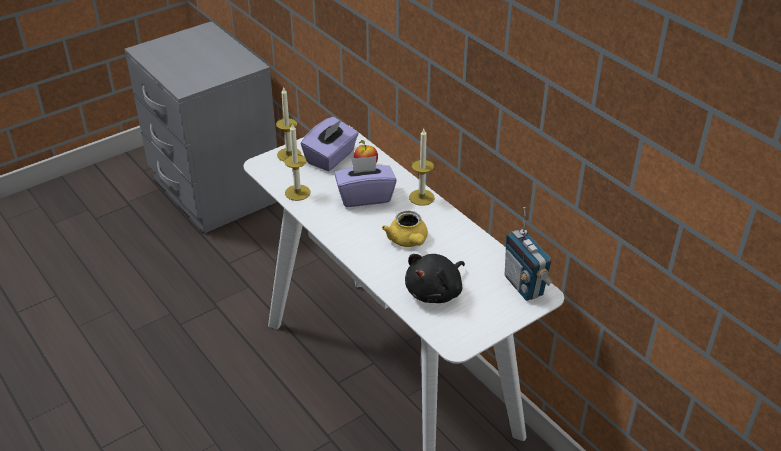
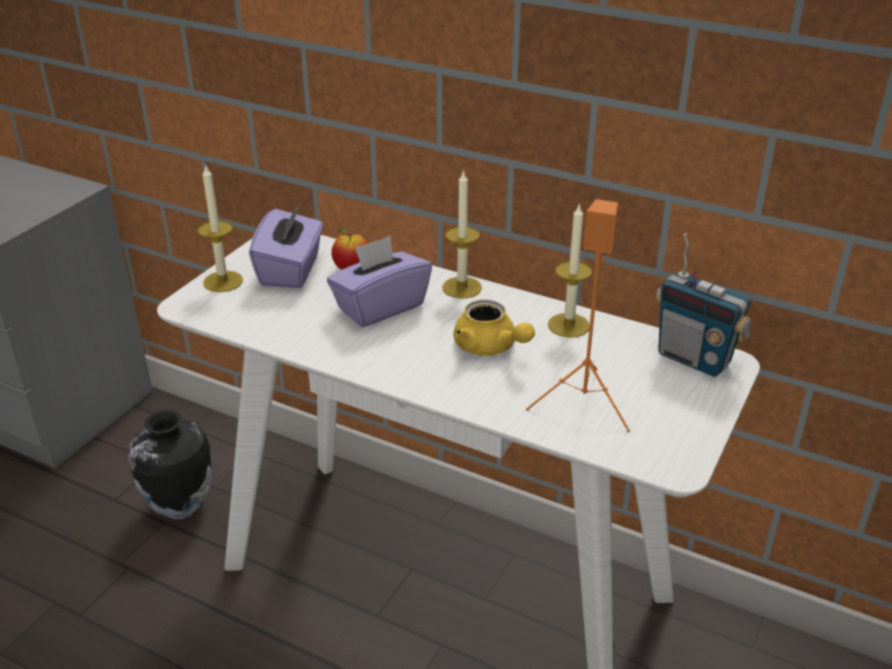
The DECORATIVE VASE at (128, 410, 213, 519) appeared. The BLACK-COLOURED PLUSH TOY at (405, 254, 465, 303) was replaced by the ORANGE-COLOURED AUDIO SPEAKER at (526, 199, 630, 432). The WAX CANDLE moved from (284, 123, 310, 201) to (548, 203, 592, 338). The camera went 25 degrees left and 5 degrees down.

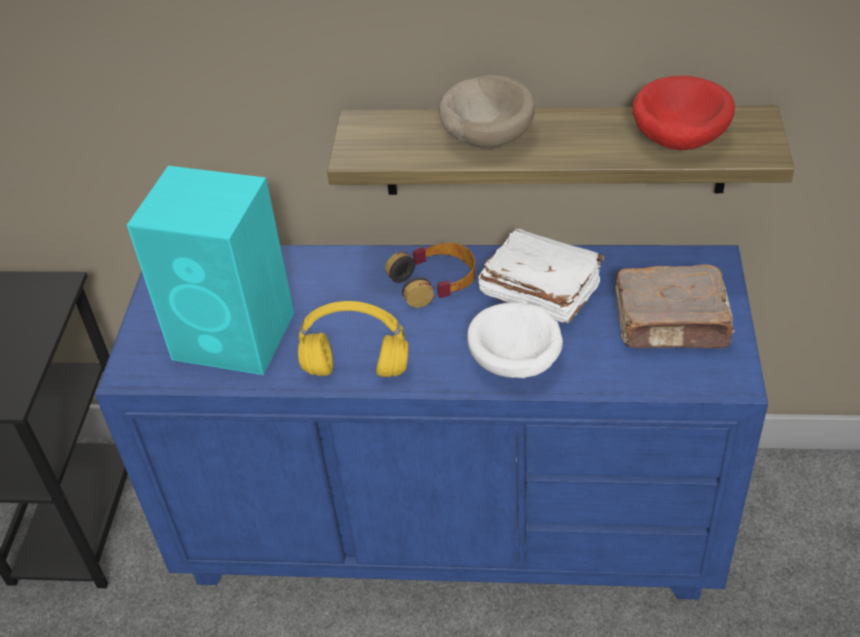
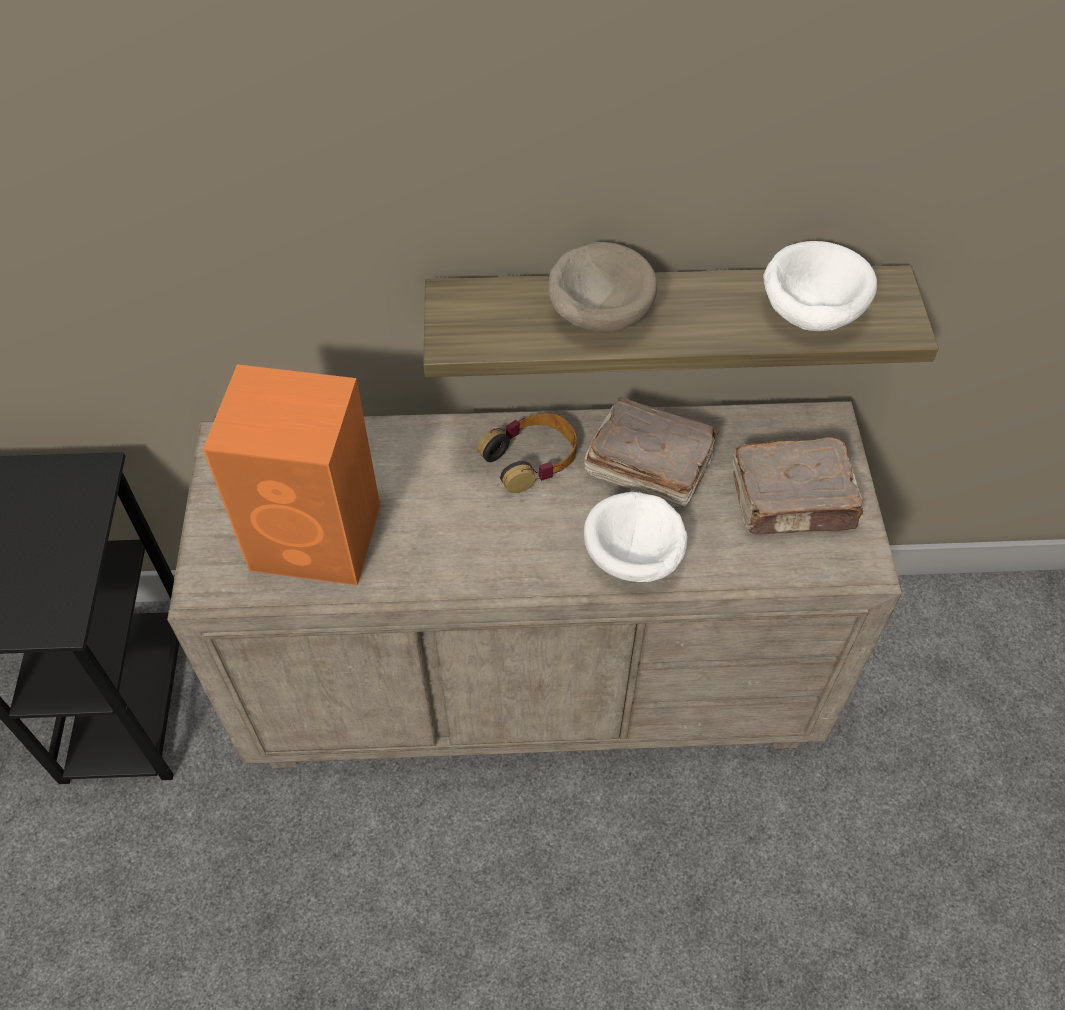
The BLUISH CHEST OF DRAWERS at (95, 245, 768, 600) became the SAND-COLOURED CHEST OF DRAWERS at (167, 401, 902, 768). The TURQUOISE AUDIO SPEAKER at (127, 166, 294, 375) became the ORANGE-COLOURED AUDIO SPEAKER at (203, 364, 380, 585). The WHITE-COLOURED VOLUME at (479, 228, 604, 323) became the BROWN-COLOURED VOLUME at (584, 397, 719, 507). The RED-COLOURED SERVING BOWL at (632, 76, 735, 150) became the WHITE-COLOURED SERVING BOWL at (764, 241, 877, 331). The YELLOW-COLOURED HEADSET at (298, 301, 409, 377) disappeared. The camera went 10 degrees left and 10 degrees up.

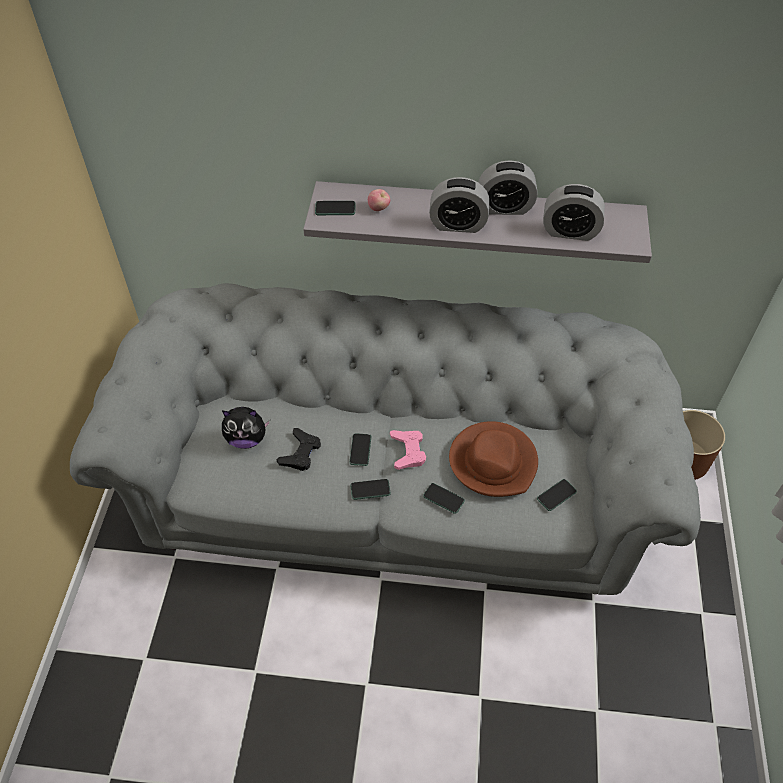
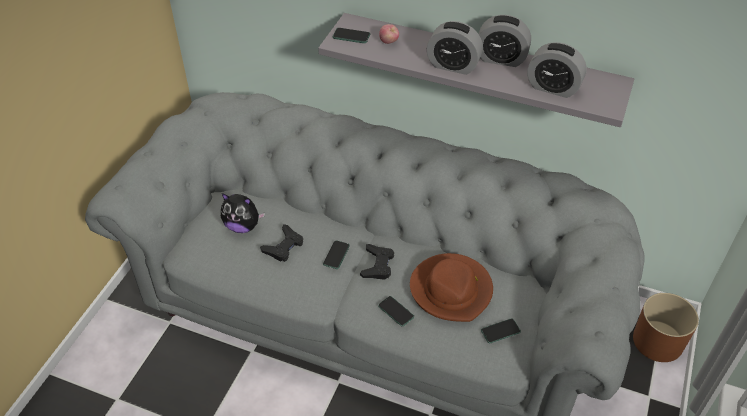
The PINK GAMEPAD at (390, 430, 426, 470) became the BLACK-COLOURED GAMEPAD at (360, 244, 394, 280). The TELEPHONE at (350, 479, 391, 500) disappeared. The camera went 15 degrees right and 5 degrees down.

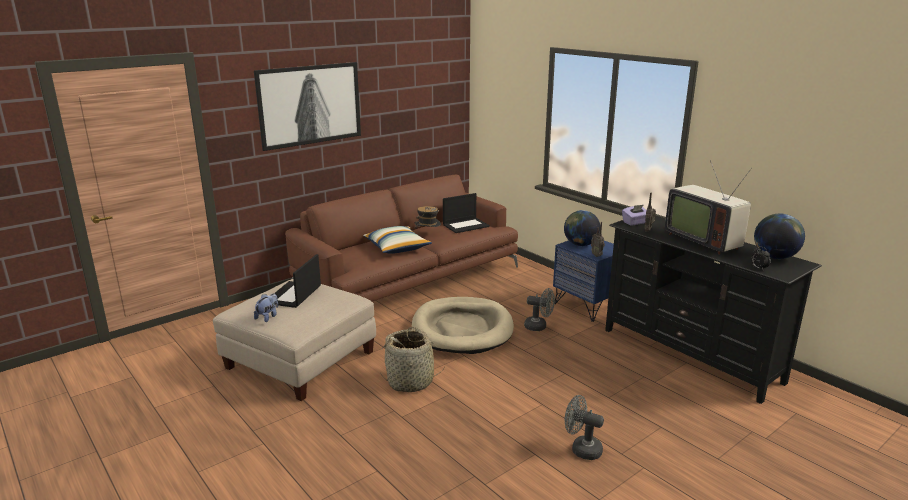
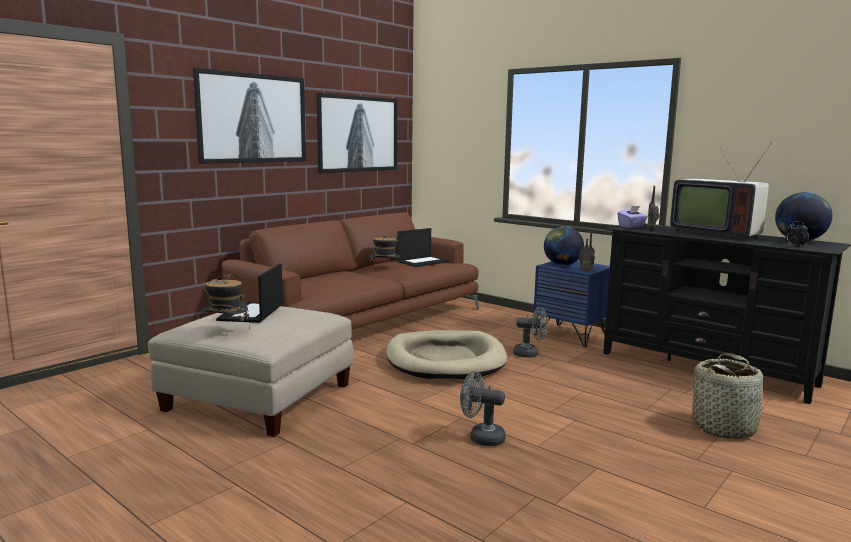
The PLUSH TOY at (254, 293, 278, 322) was replaced by the WEARABLE HAT at (202, 274, 250, 331). The PICTURE at (316, 93, 397, 173) appeared. The GREYISH FAN moved from (564, 395, 604, 460) to (460, 371, 506, 446). The STORAGE BASKET moved from (381, 327, 445, 392) to (690, 353, 769, 439). The THROW PILLOW at (363, 226, 432, 254) disappeared. The camera went 10 degrees left and 10 degrees down.

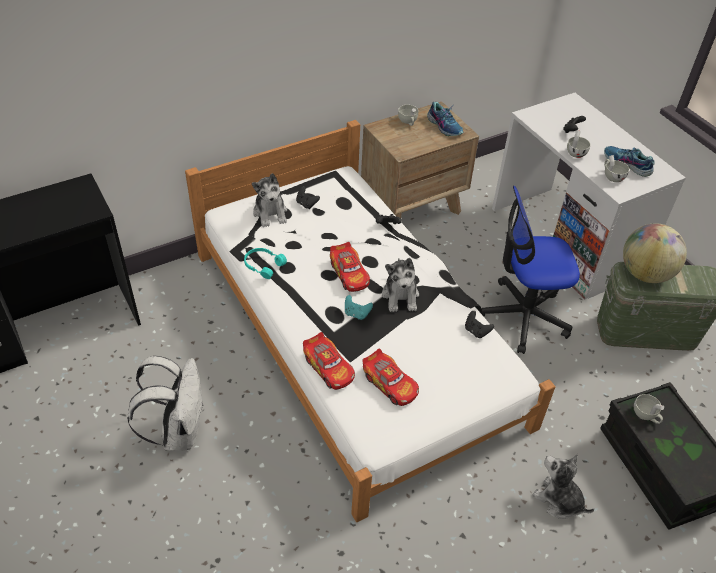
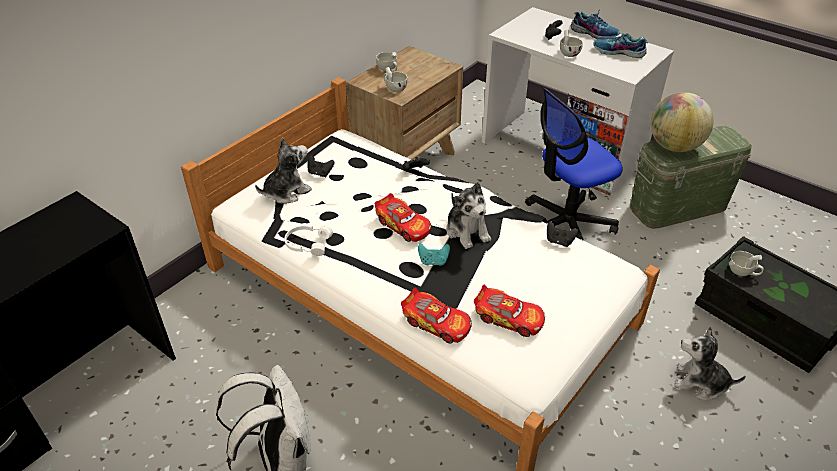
The PLUSH TOY at (252, 173, 287, 227) turned 90 degrees counterclockwise. The TURQUOISE HEADSET at (244, 248, 287, 279) became the WHITE-COLOURED HEADSET at (284, 225, 333, 256). The WHITE-COLOURED CUP moved from (604, 155, 629, 182) to (384, 67, 408, 92). The SHOE moved from (427, 102, 463, 136) to (571, 9, 620, 39). The camera went 20 degrees left and 5 degrees down.

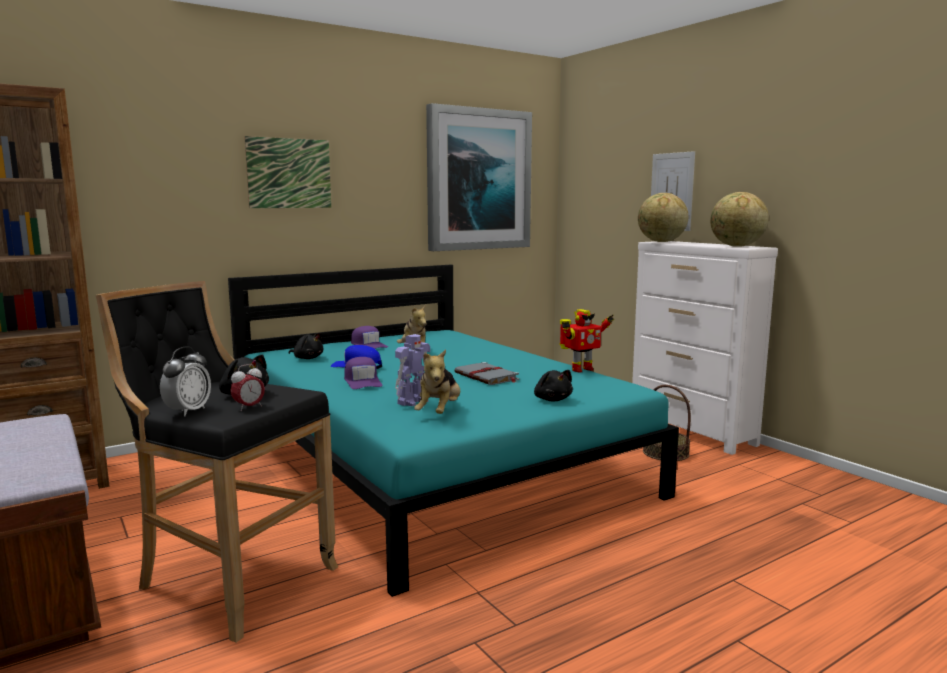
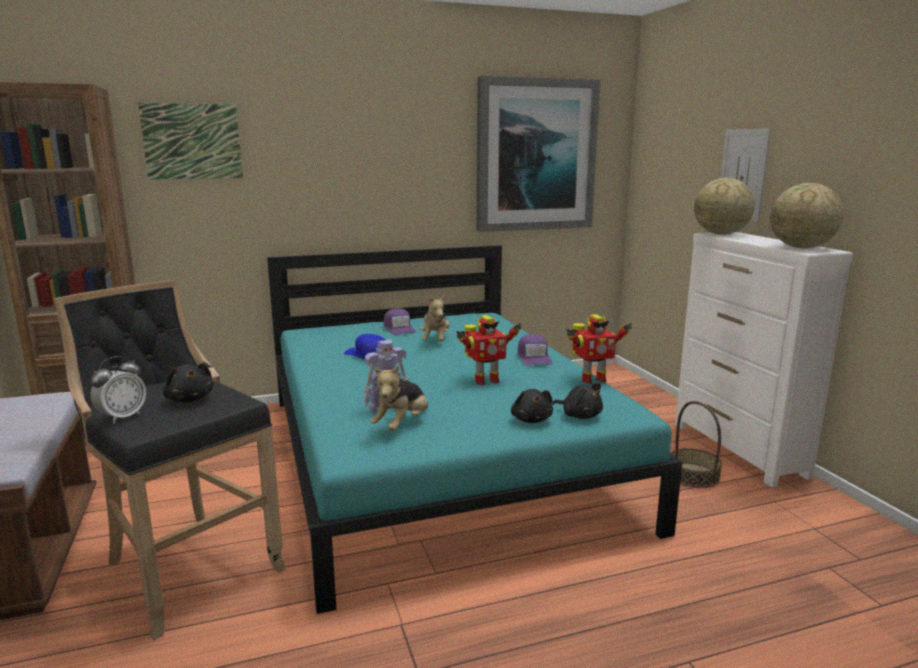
The PICTURE moved from (244, 136, 331, 208) to (138, 103, 243, 180). The GREYISH VOLUME at (454, 362, 519, 385) was replaced by the ROBOT FIGURE at (456, 315, 522, 385). The PURPLE-COLOURED PEAKED CAP moved from (344, 357, 382, 389) to (517, 334, 553, 366). The BLACK-COLOURED PLUSH TOY moved from (289, 333, 324, 359) to (553, 383, 603, 419). The ALARM CLOCK at (230, 364, 265, 411) disappeared. The camera went 15 degrees right and 5 degrees up.

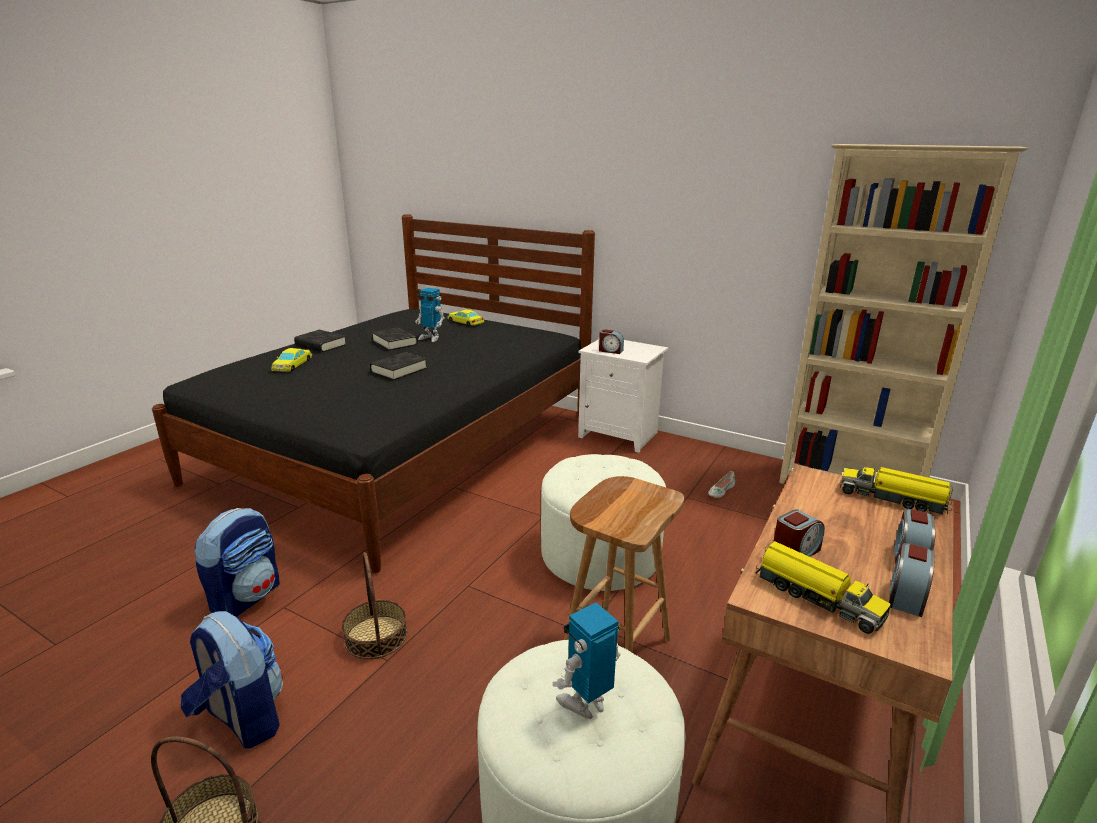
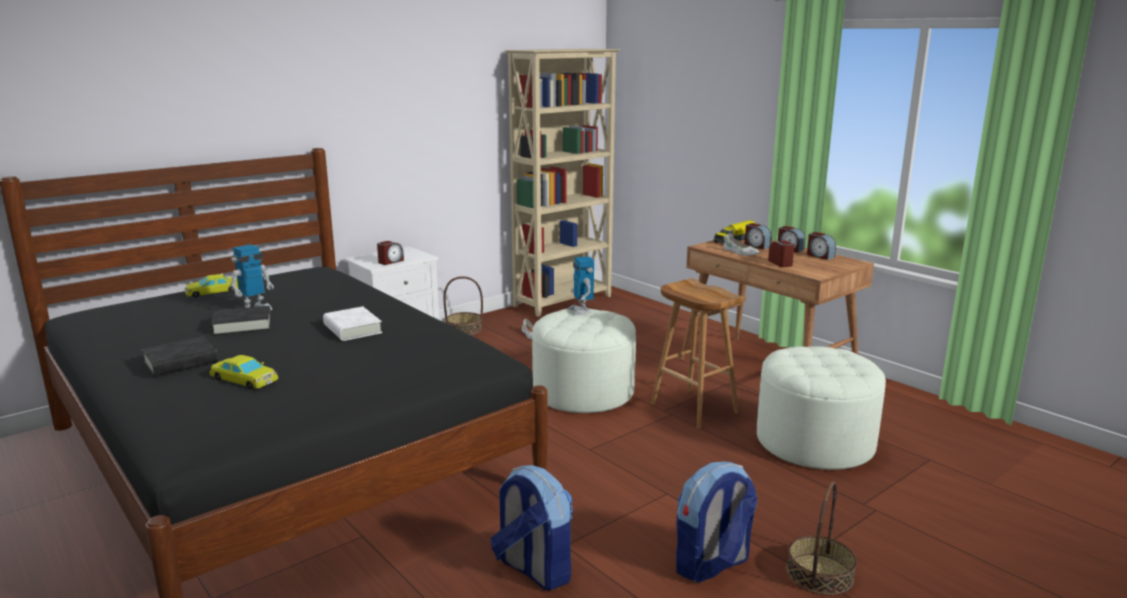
The BLACK-COLOURED VOLUME at (370, 352, 427, 380) became the WHITE-COLOURED VOLUME at (323, 306, 382, 341). The STORAGE BASKET moved from (342, 552, 407, 659) to (443, 276, 483, 335). The ROBOT FIGURE moved from (553, 602, 621, 719) to (568, 257, 594, 316). The WHITE-COLOURED SHOE at (723, 235, 759, 256) appeared. The ALARM CLOCK at (745, 223, 772, 250) appeared. The TOY LORRY at (755, 541, 891, 634) disappeared. The camera went 70 degrees left and 5 degrees down.

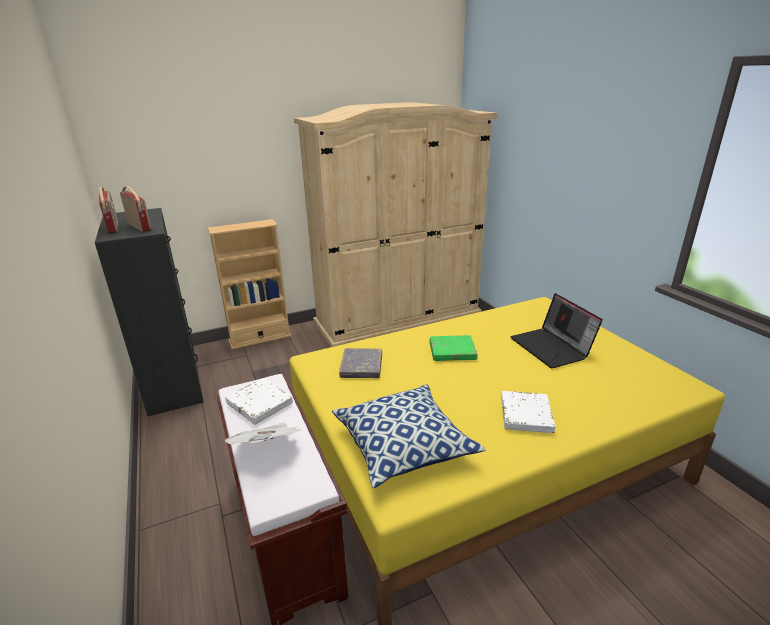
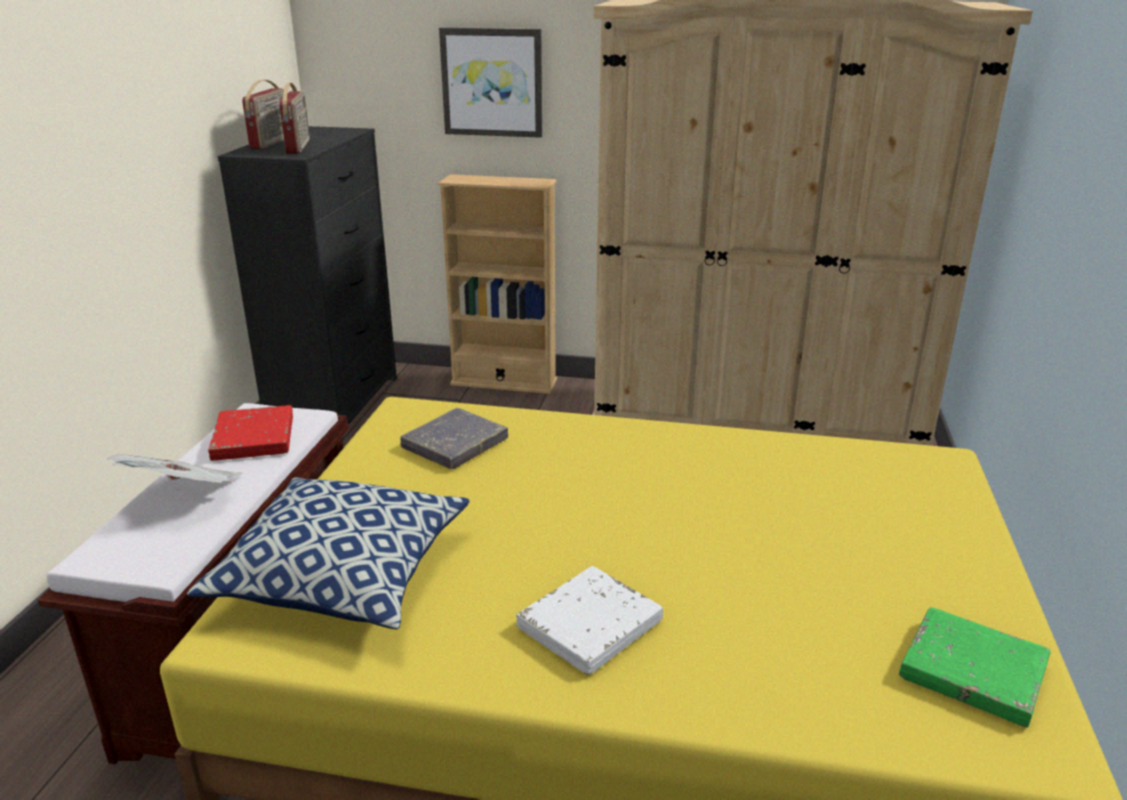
The WHITE-COLOURED VOLUME at (225, 378, 293, 425) became the RED-COLOURED VOLUME at (208, 405, 293, 461). The PICTURE at (439, 28, 543, 138) appeared. The GREENISH VOLUME moved from (430, 335, 478, 361) to (899, 607, 1050, 728). The LAPTOP at (510, 293, 603, 368) disappeared. The camera went 35 degrees right and 0 degrees up.

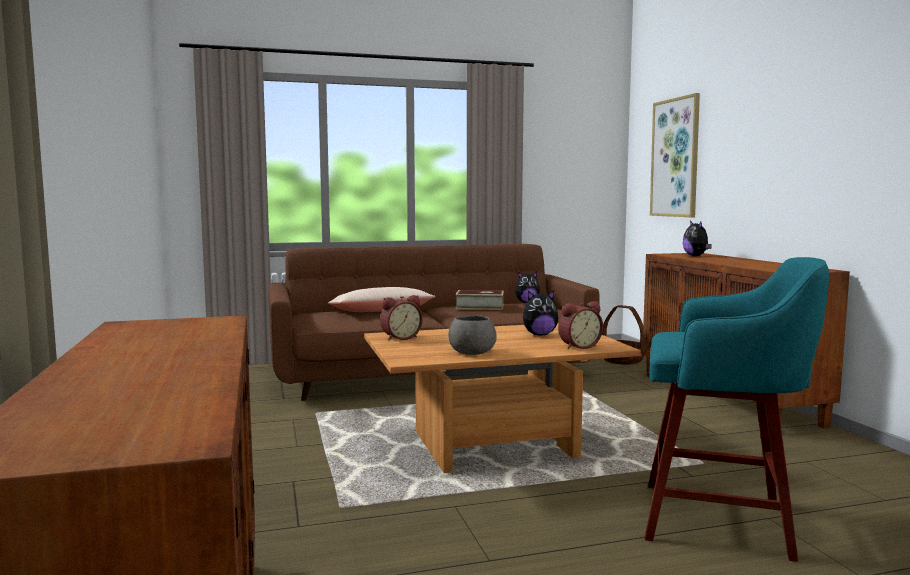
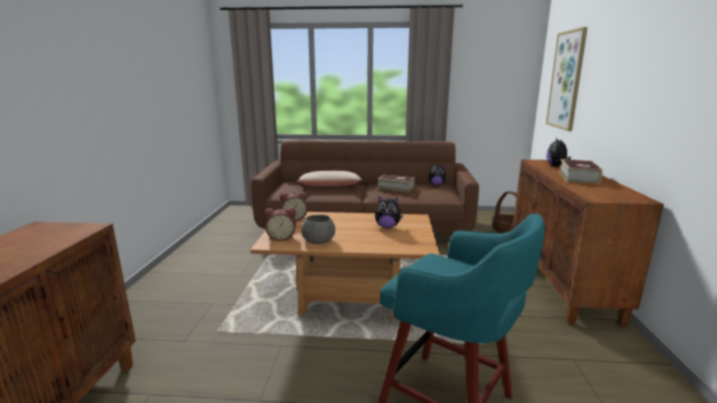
The ALARM CLOCK moved from (558, 301, 603, 349) to (264, 208, 296, 241). The VOLUME at (559, 159, 602, 184) appeared. The camera went 20 degrees right and 10 degrees up.

